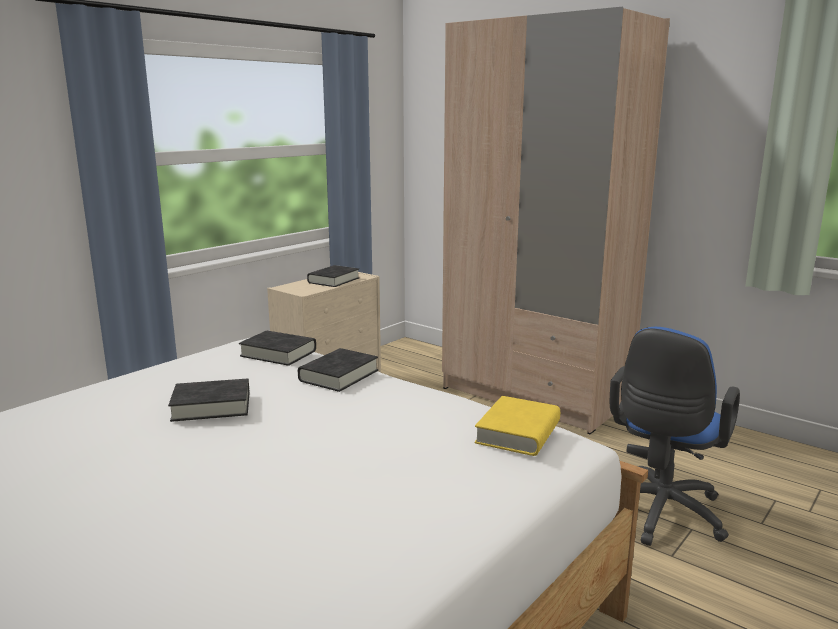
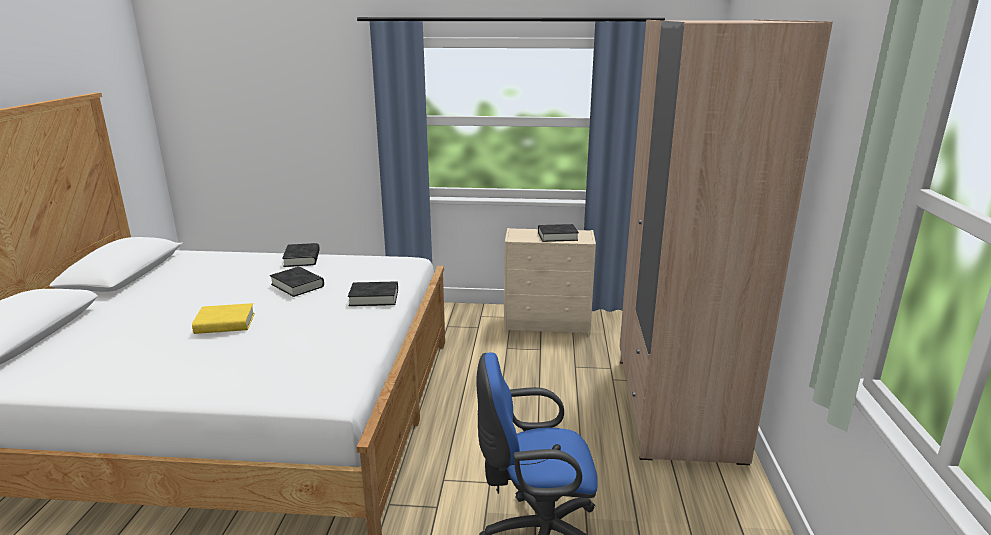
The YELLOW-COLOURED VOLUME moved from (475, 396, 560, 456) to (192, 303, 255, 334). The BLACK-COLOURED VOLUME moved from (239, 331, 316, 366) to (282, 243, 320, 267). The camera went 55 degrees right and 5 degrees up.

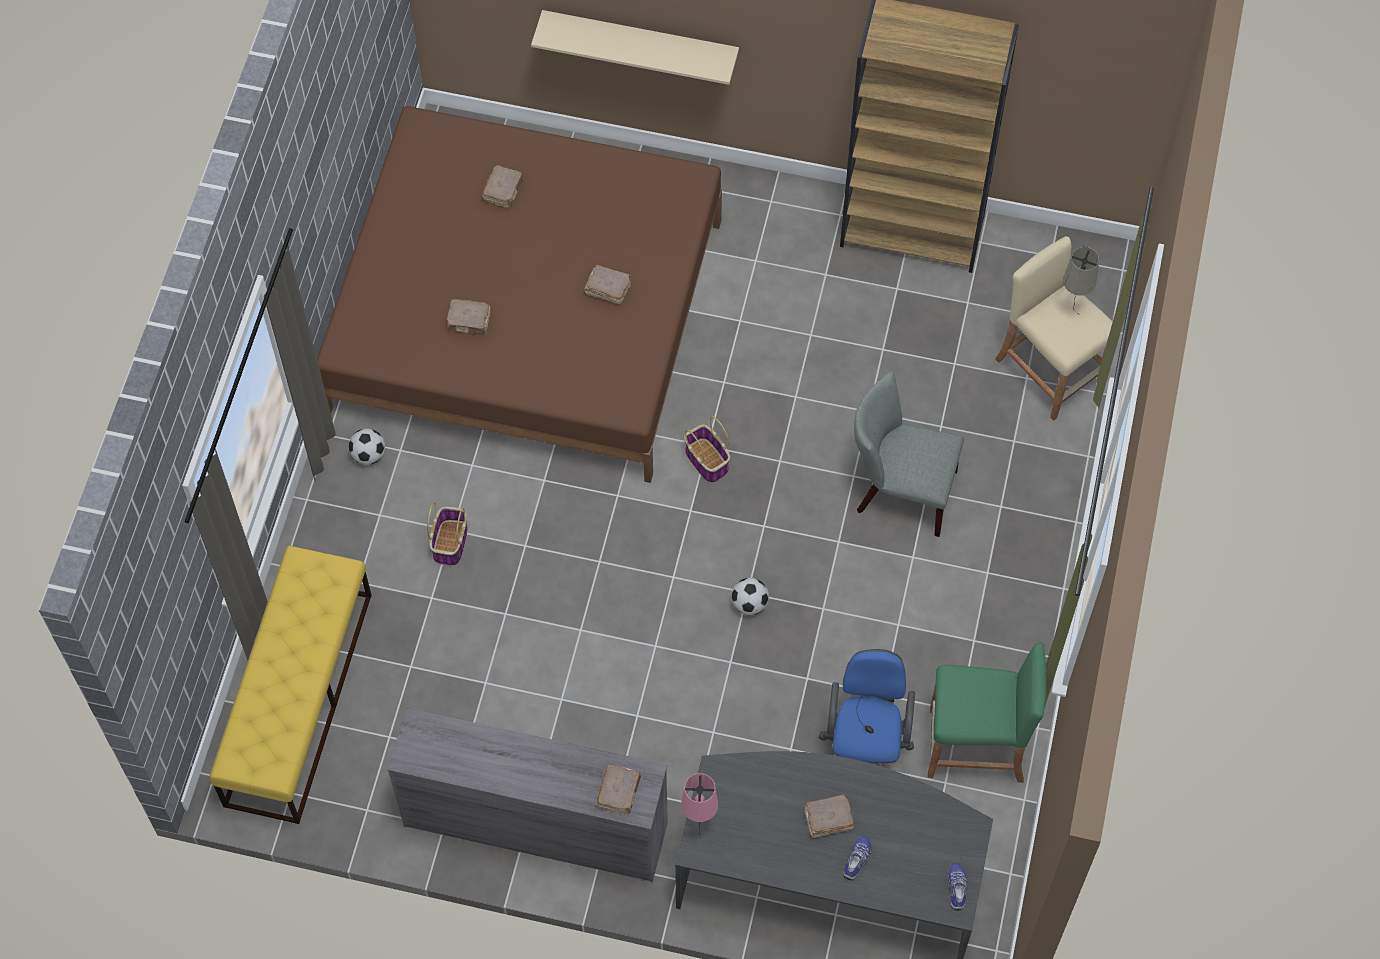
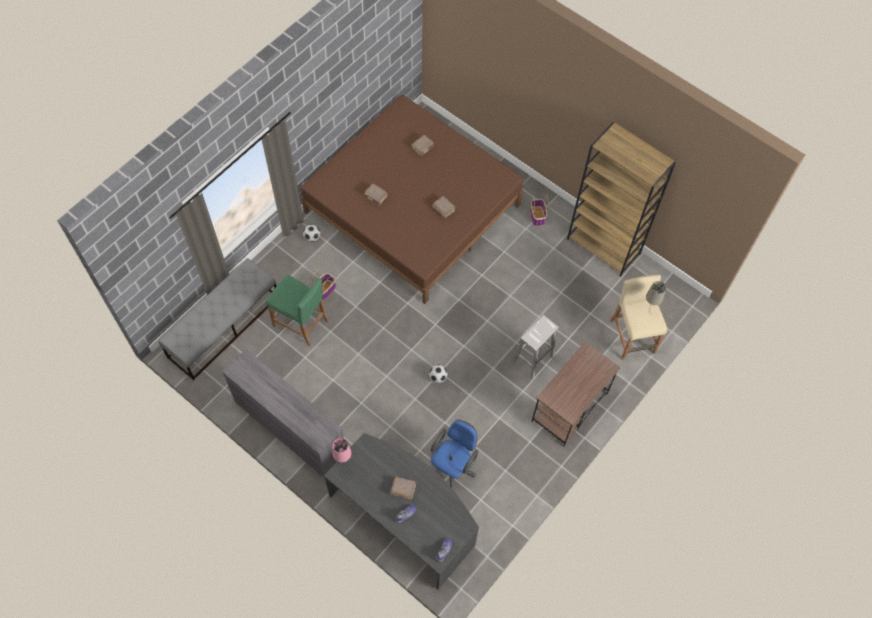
The YELLOW-COLOURED INDOOR BENCH at (209, 546, 371, 824) became the GREYISH INDOOR BENCH at (159, 258, 277, 380). The GREENISH SITTING STOOL moved from (928, 642, 1046, 783) to (266, 275, 329, 347). The GREYISH CHAIR at (854, 372, 964, 537) was replaced by the WHITE-COLOURED SITTING STOOL at (512, 315, 559, 379). The STORAGE BASKET moved from (684, 416, 730, 483) to (530, 195, 549, 226). The BROWN-COLOURED DESK TABLE at (531, 342, 621, 447) appeared. The SAND-COLOURED SHELF at (531, 10, 739, 85) disappeared. The BROWN-COLOURED VOLUME at (596, 764, 641, 815) disappeared. The camera went 25 degrees right and 0 degrees up.

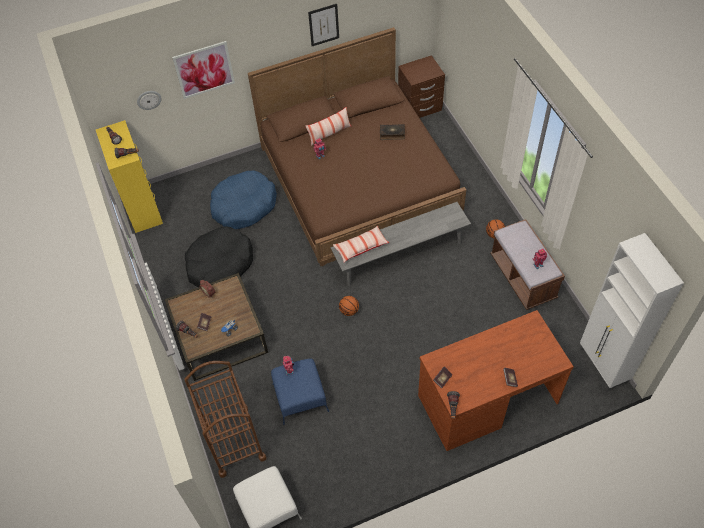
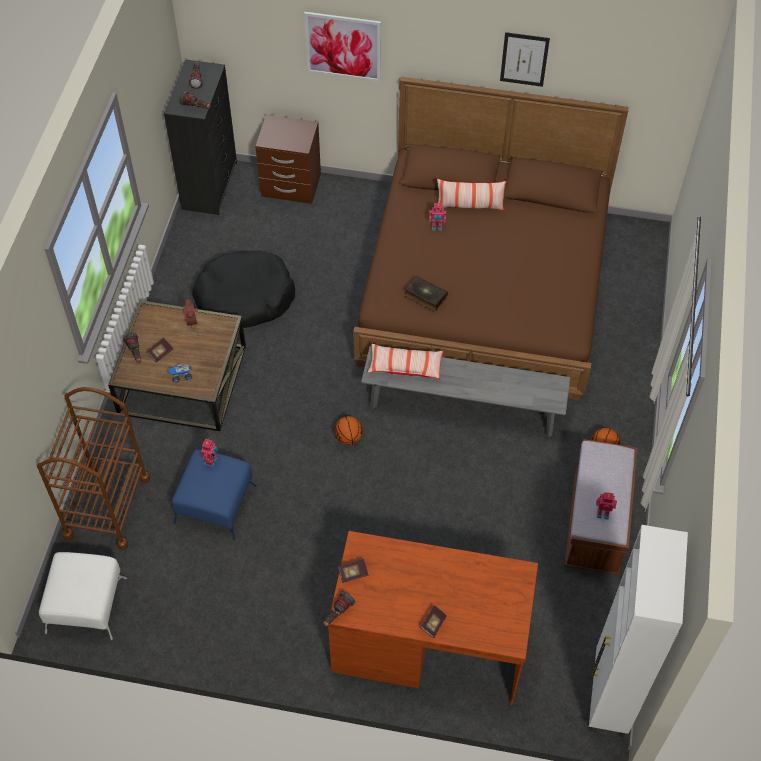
The YELLOW-COLOURED CHEST OF DRAWERS at (96, 120, 163, 233) became the BLACK-COLOURED CHEST OF DRAWERS at (164, 59, 237, 215). The BROWN-COLOURED BEDSIDE TABLE moved from (398, 55, 445, 118) to (255, 115, 321, 204). The VOLUME moved from (380, 124, 405, 140) to (404, 275, 448, 312). The WALL CLOCK at (137, 91, 162, 110) disappeared. The BLUISH PET BED at (210, 171, 277, 229) disappeared. The camera went 30 degrees right and 0 degrees up.

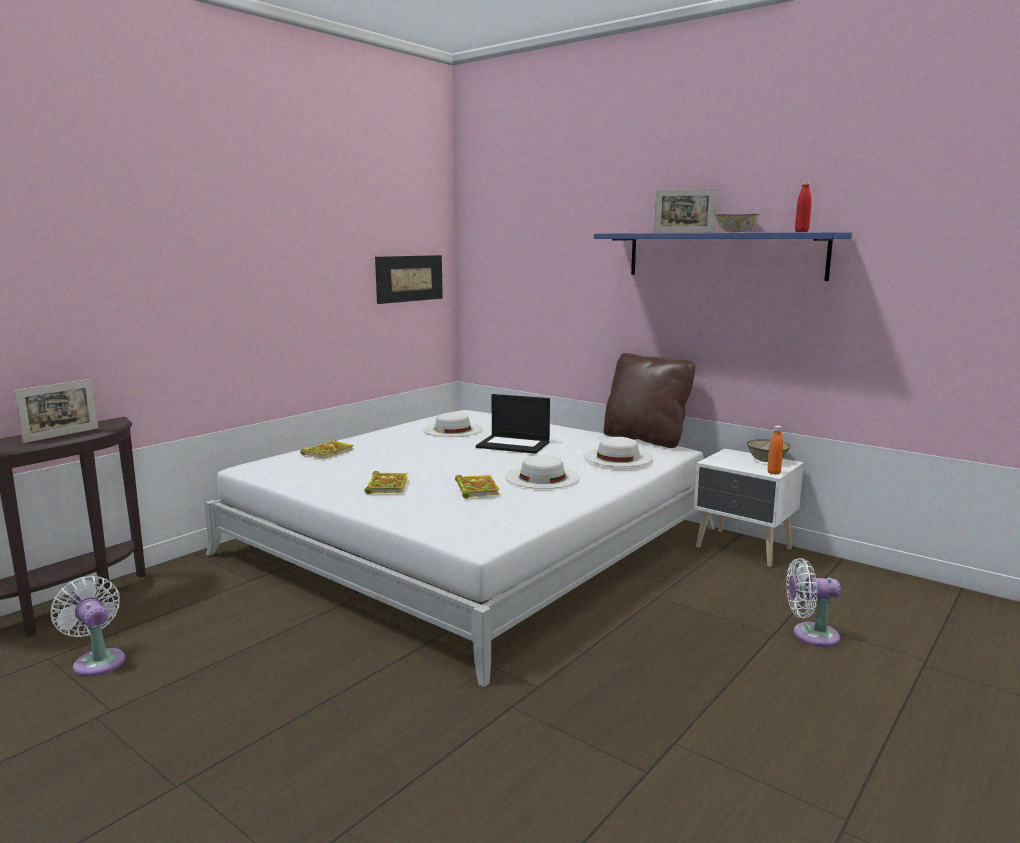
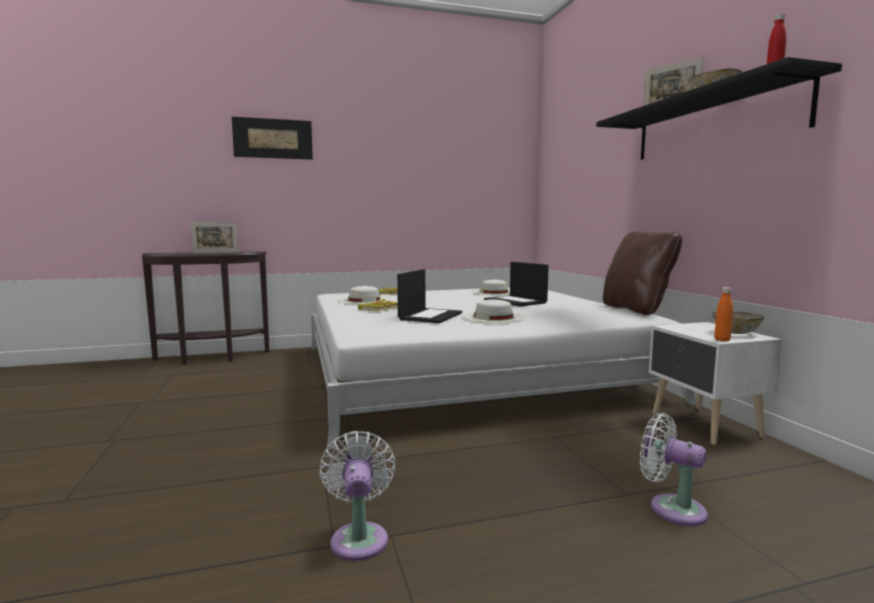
The PICTURE moved from (375, 255, 443, 304) to (232, 117, 313, 160). The WHITE-COLOURED FAN moved from (51, 576, 125, 676) to (320, 431, 395, 561). The WHITE-COLOURED WEARABLE HAT moved from (584, 437, 653, 467) to (338, 286, 390, 304). The VOLUME at (455, 475, 500, 499) was replaced by the LAPTOP at (397, 269, 462, 323). The BLUISH SHELF at (594, 232, 852, 281) became the BLACK-COLOURED SHELF at (596, 57, 842, 160). The camera went 35 degrees right and 5 degrees down.

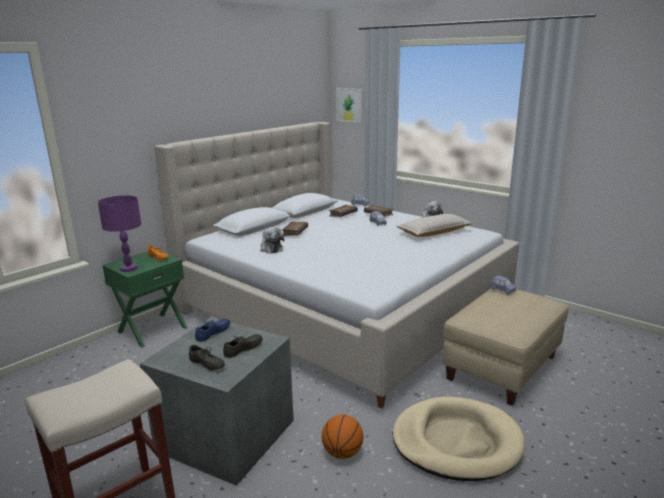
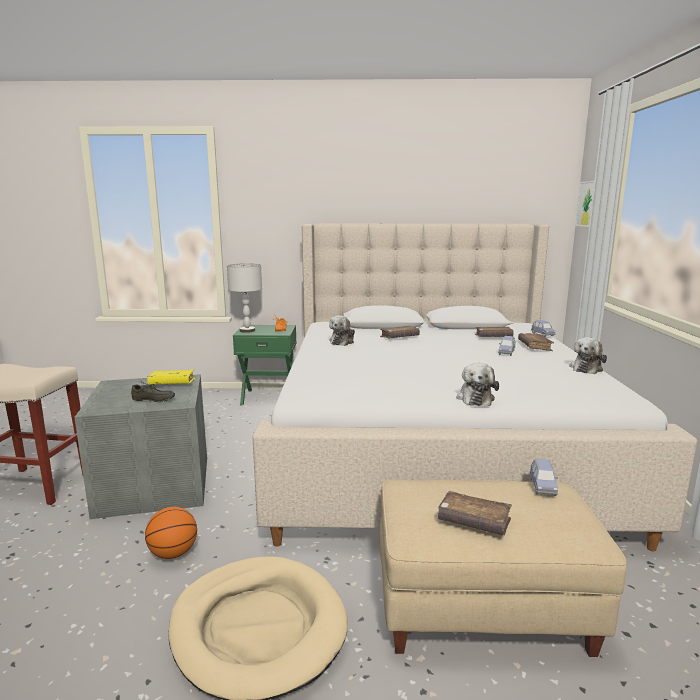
The BLUISH SHOE at (195, 319, 230, 342) was replaced by the YELLOW-COLOURED VOLUME at (147, 369, 195, 385). The PURPLE-COLOURED TABLETOP LAMP at (98, 195, 141, 272) became the GREYISH TABLETOP LAMP at (227, 263, 262, 333). The BROWN-COLOURED VOLUME at (438, 491, 512, 535) appeared. The PLUSH TOY at (456, 363, 499, 406) appeared. The GREYISH SHOE at (189, 345, 225, 371) disappeared. The SAND-COLOURED THROW PILLOW at (396, 214, 473, 237) disappeared. The camera went 50 degrees right and 5 degrees down.

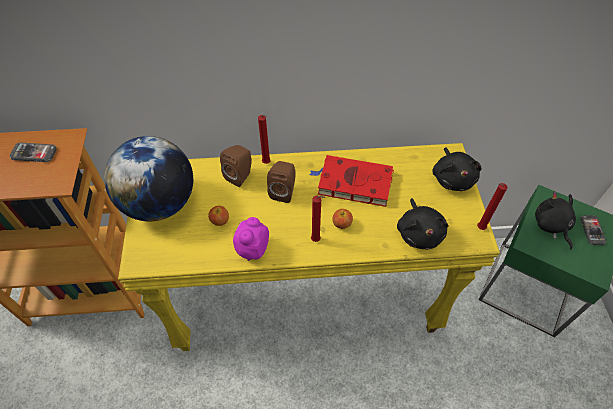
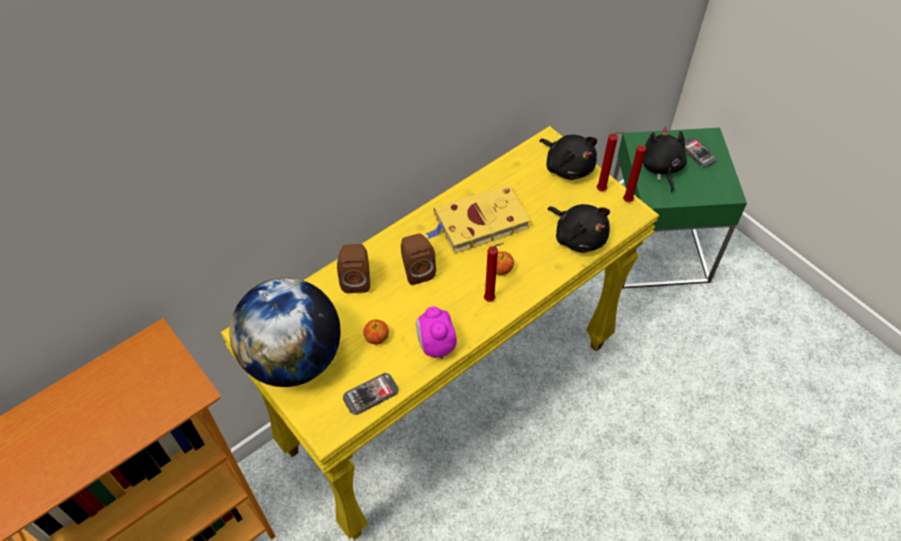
The TELEPHONE moved from (10, 142, 57, 162) to (343, 373, 399, 415). The RED-COLOURED VOLUME at (309, 155, 394, 207) became the YELLOW-COLOURED VOLUME at (426, 184, 530, 254). The RED-COLOURED WAX CANDLE moved from (258, 115, 271, 164) to (597, 132, 624, 191). The BLACK-COLOURED PLUSH TOY at (535, 191, 576, 250) turned 45 degrees clockwise. The camera went 35 degrees left and 0 degrees up.

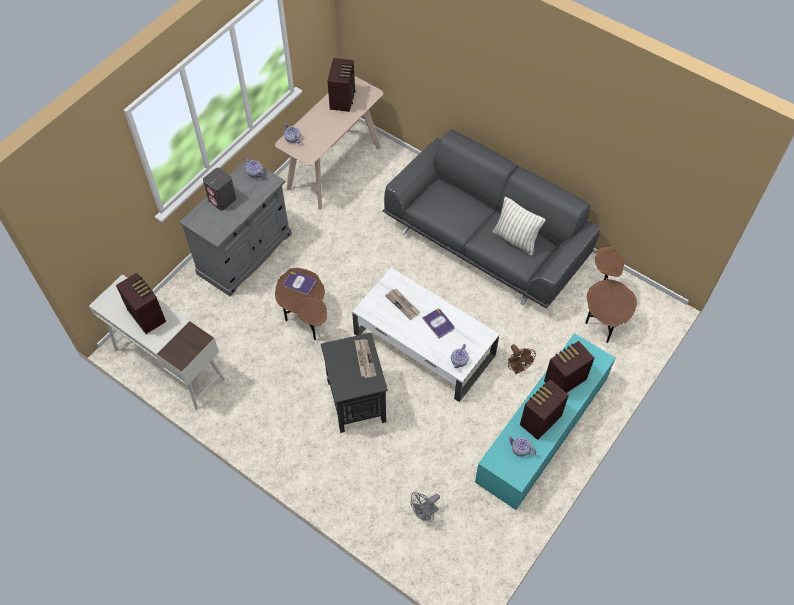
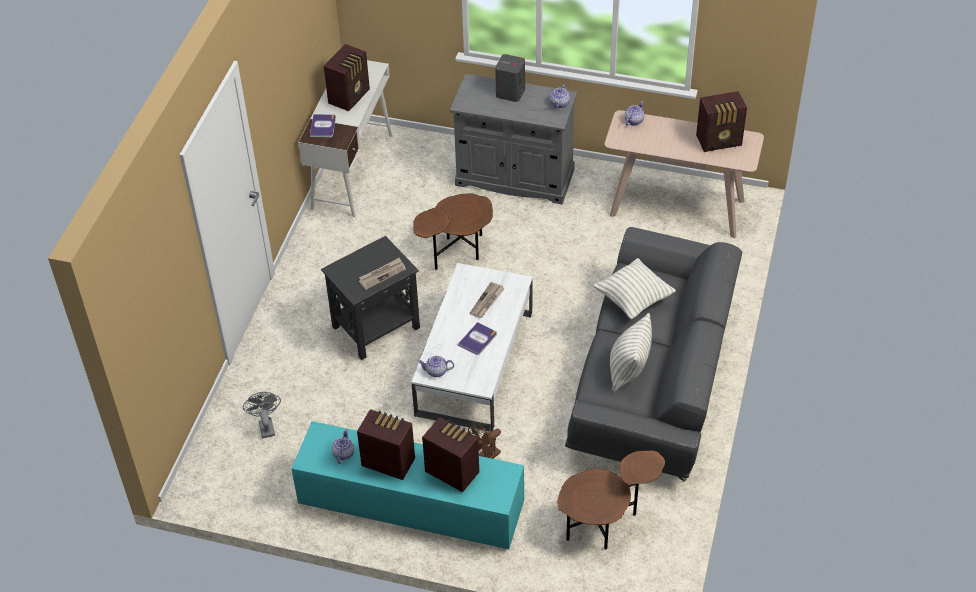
The GREYISH FAN at (411, 492, 440, 522) turned 45 degrees clockwise. The VOLUME moved from (283, 271, 316, 296) to (310, 114, 336, 138). The THROW PILLOW at (593, 258, 676, 319) appeared. The camera went 70 degrees right and 10 degrees down.

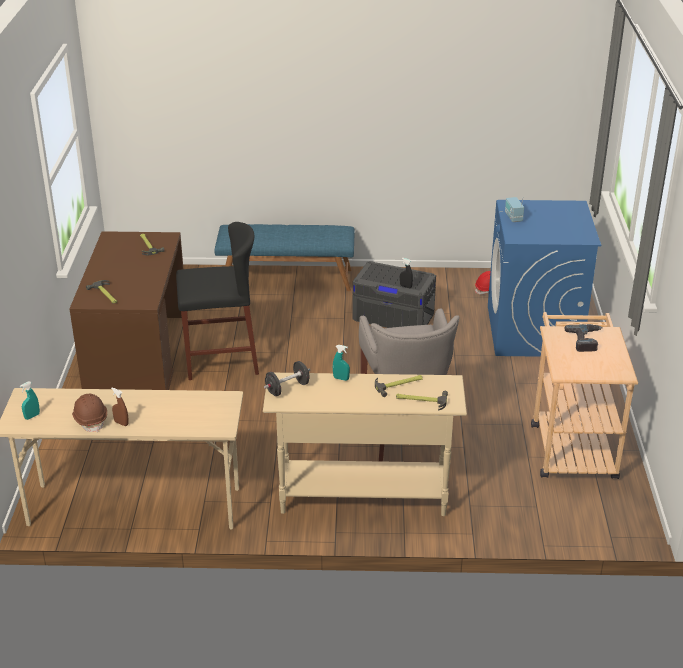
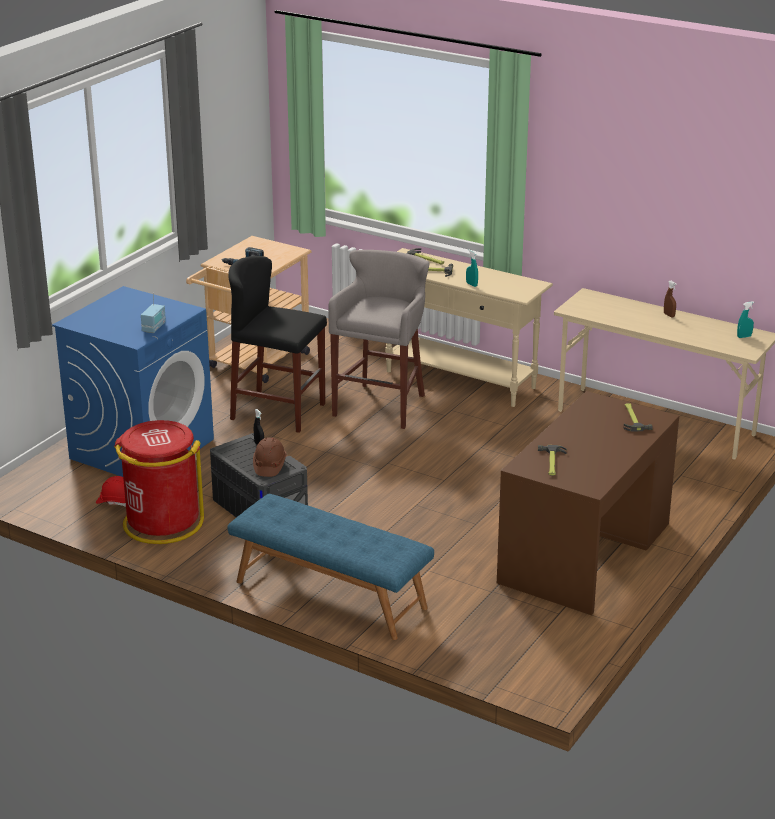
The RED-COLOURED TRASH CAN at (114, 420, 204, 544) appeared. The BLACK-COLOURED SITTING STOOL moved from (176, 222, 259, 380) to (228, 256, 327, 433). The BROWN-COLOURED WORK HELMET moved from (72, 394, 107, 432) to (253, 437, 286, 477). The BLACK-COLOURED DUMBBELL at (264, 361, 310, 396) disappeared. The camera went 150 degrees left and 5 degrees down.

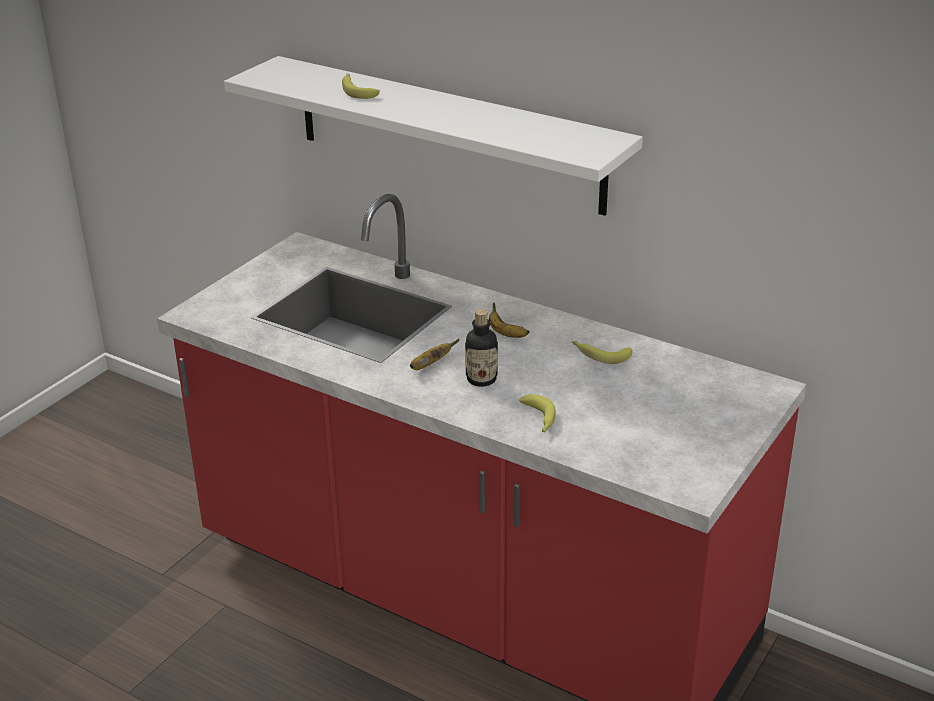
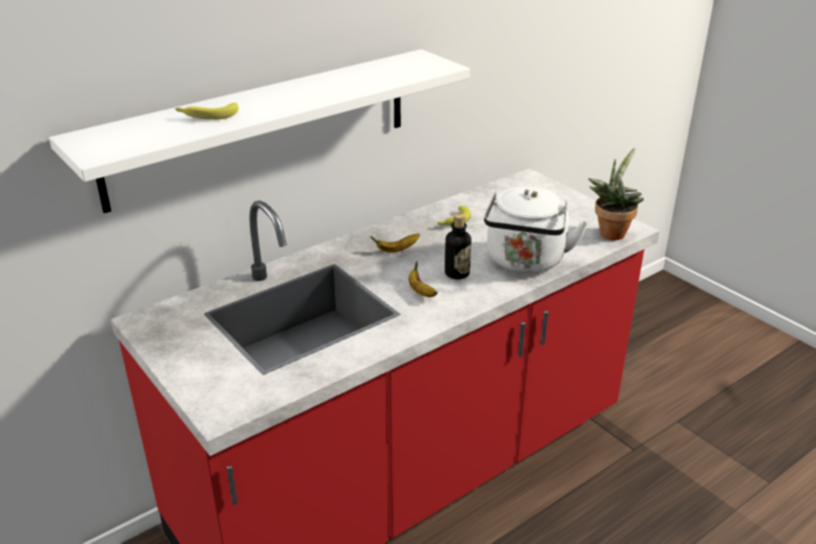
The WHOLE BANANA at (519, 394, 556, 433) was replaced by the WHITE-COLOURED WATER KETTLE at (484, 186, 588, 273). The HOUSEPLANT at (588, 148, 644, 240) appeared. The camera went 70 degrees left and 0 degrees up.

